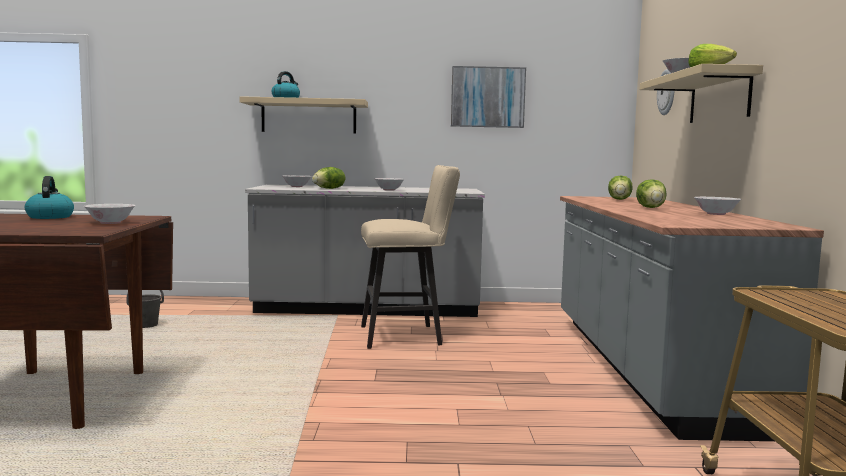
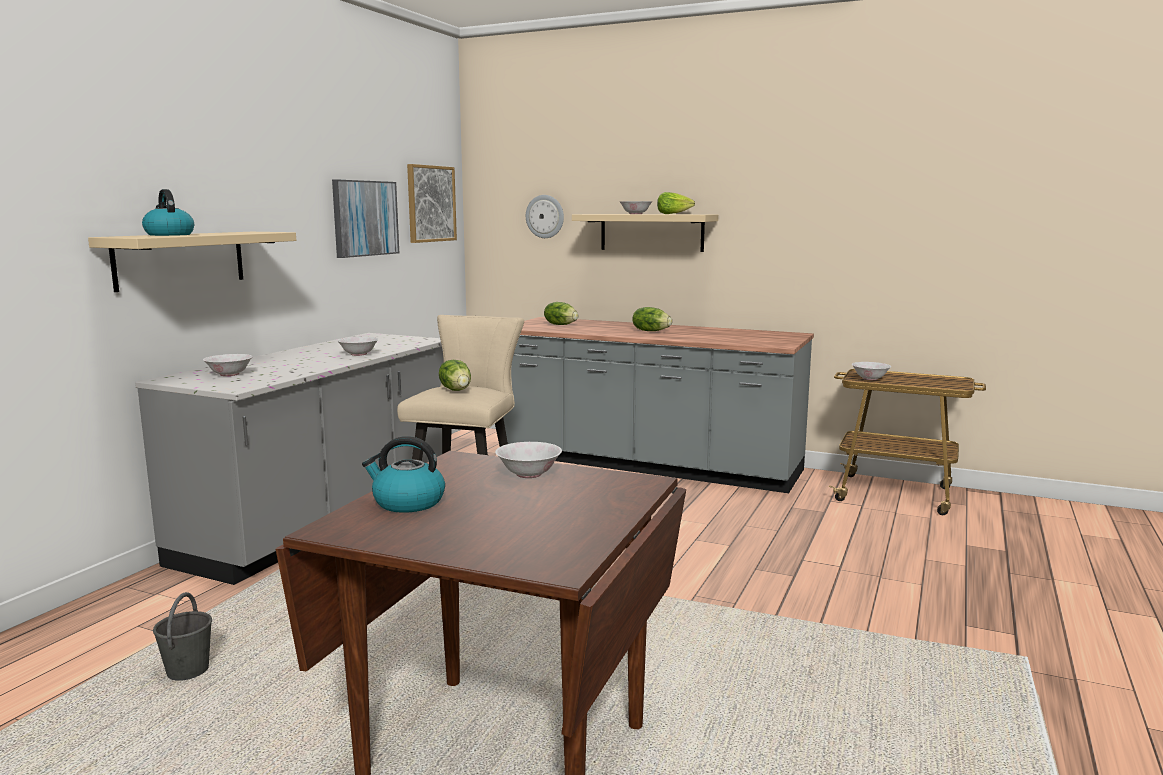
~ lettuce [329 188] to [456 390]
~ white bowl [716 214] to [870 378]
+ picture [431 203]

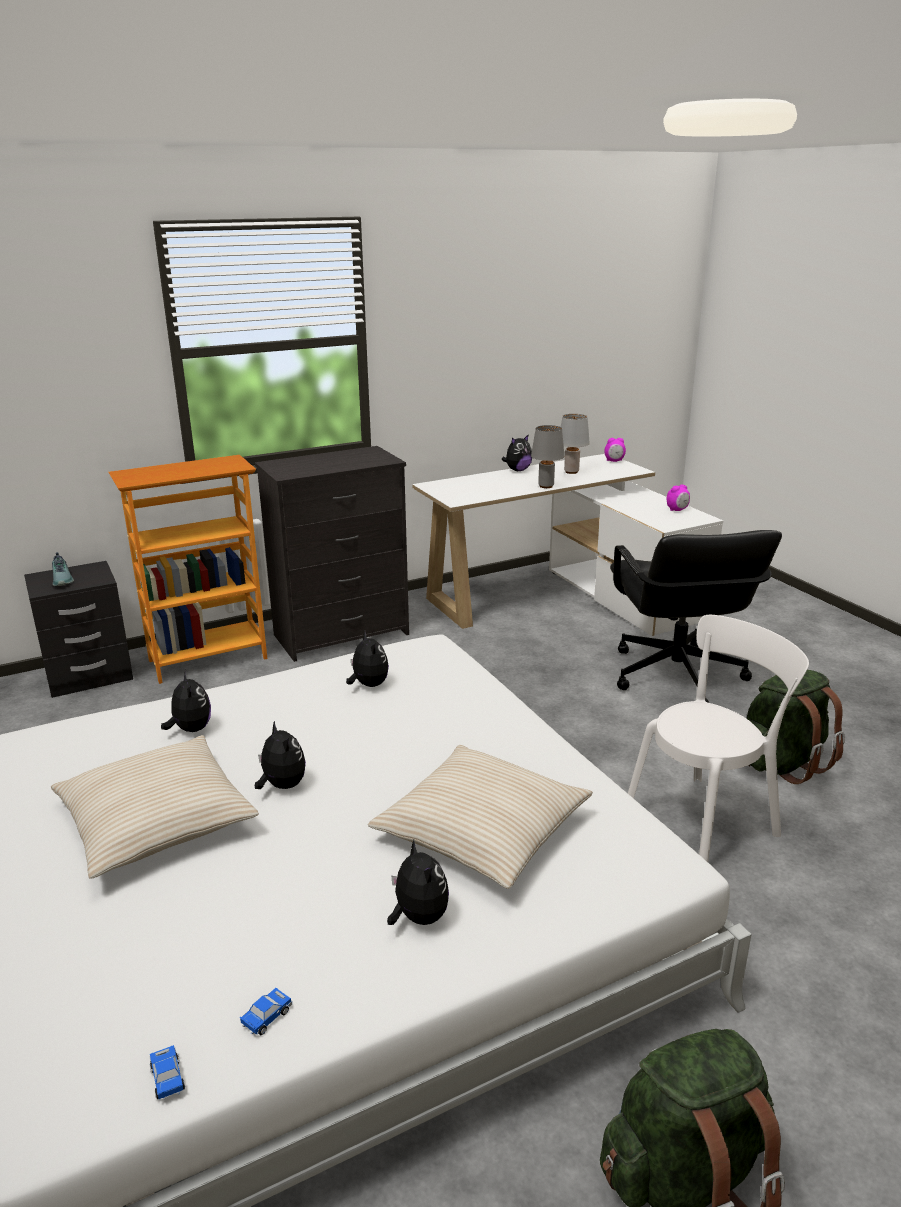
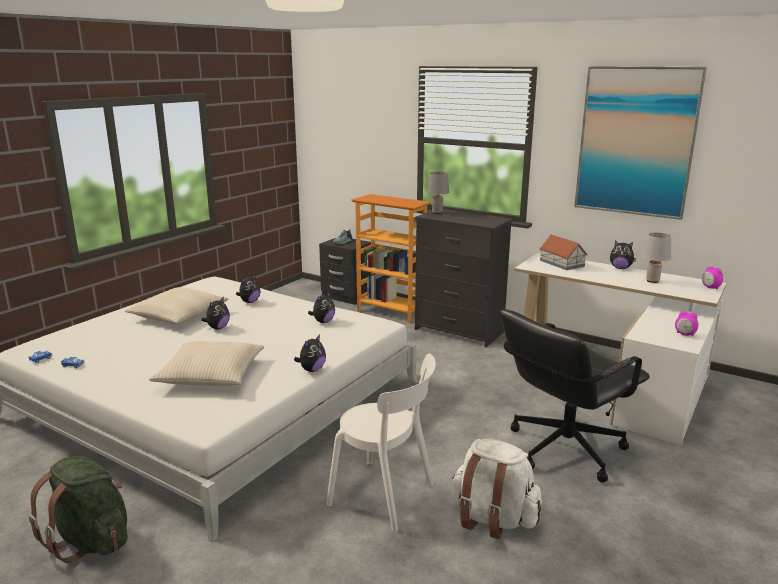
~ plush toy [418 917] to [312 370]
~ grey table lamp [545 486] to [437 212]
~ green backpack [781 763] to white backpack [492 519]
+ toy house [561 263]
+ picture [635 142]

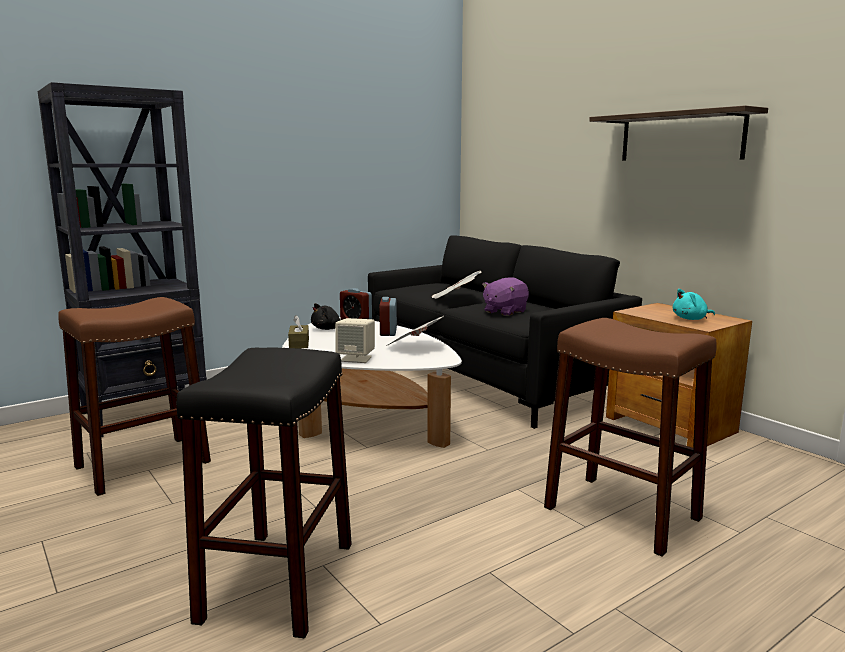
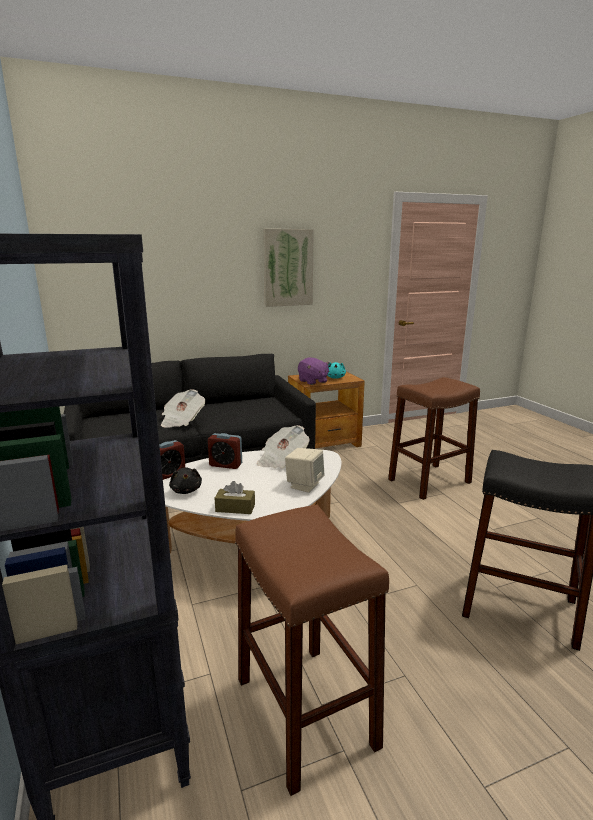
~ purple plush toy [504 312] to [312 381]
~ shelf [681 137] to picture [288 268]

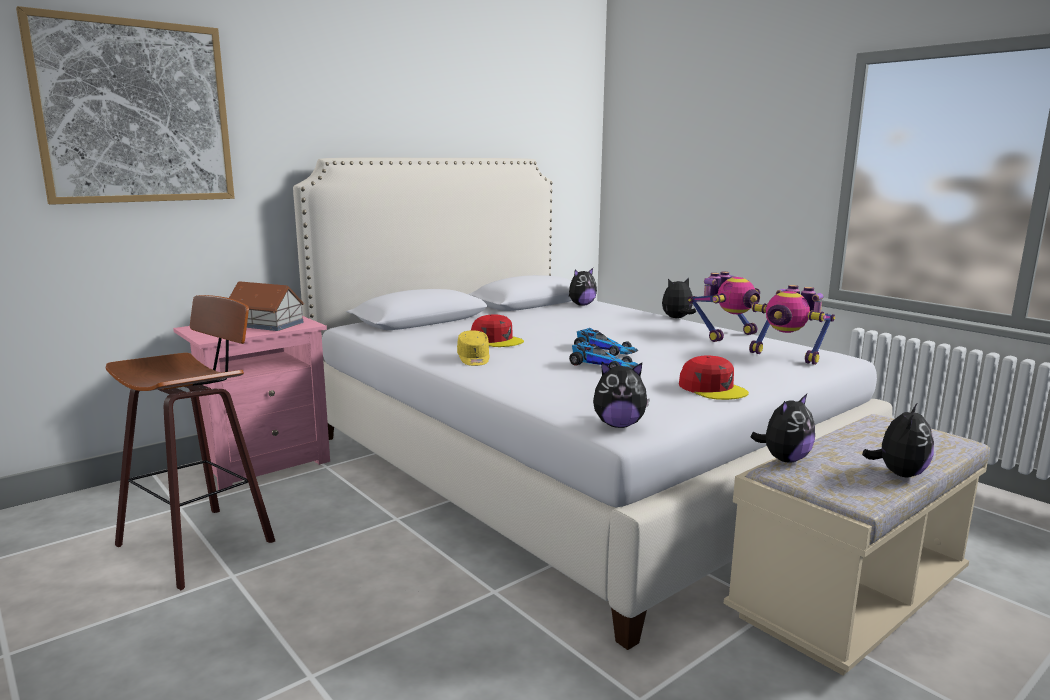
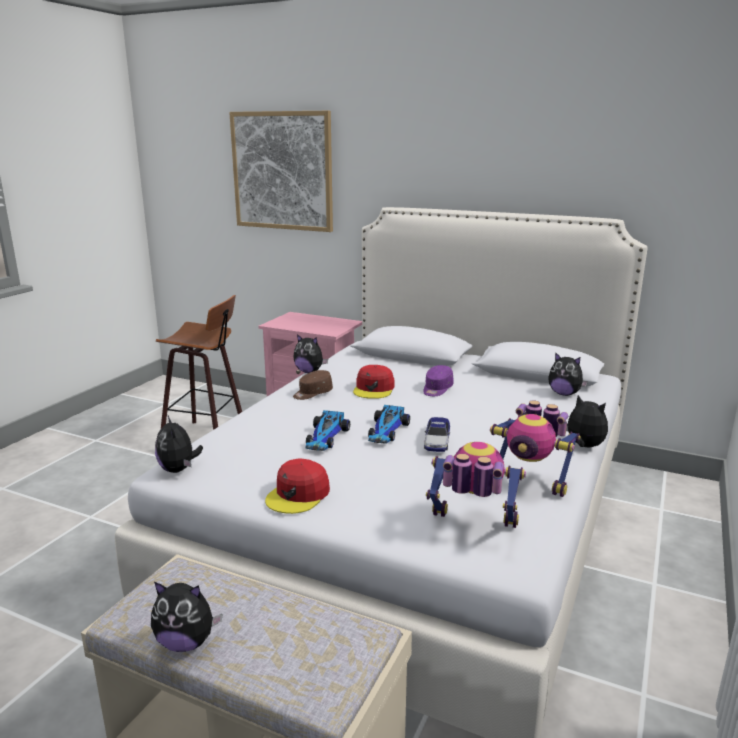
- toy house [266 324]
~ yellow cap [474 359] to brown cap [312 393]
~ toy robot [786 356] = [472 526] 90 degrees clockwise
~ plush toy [784 459] to [309 371]
+ purple cap [437 389]
+ toy car [437 440]

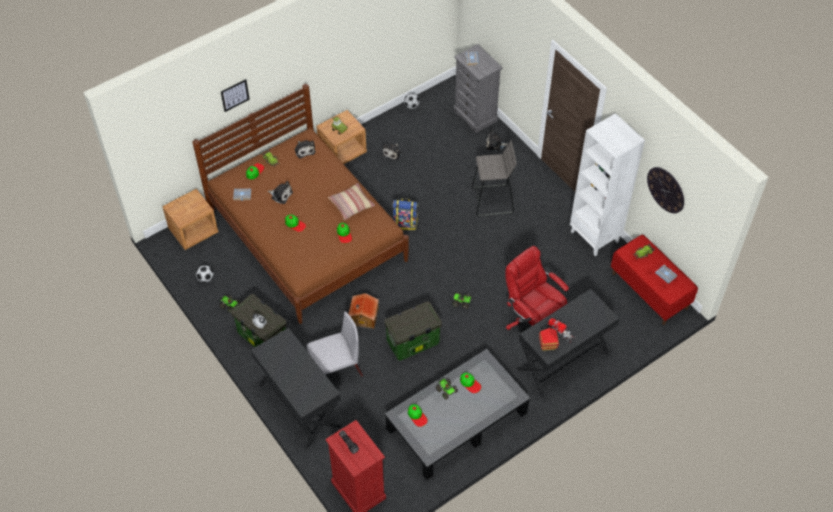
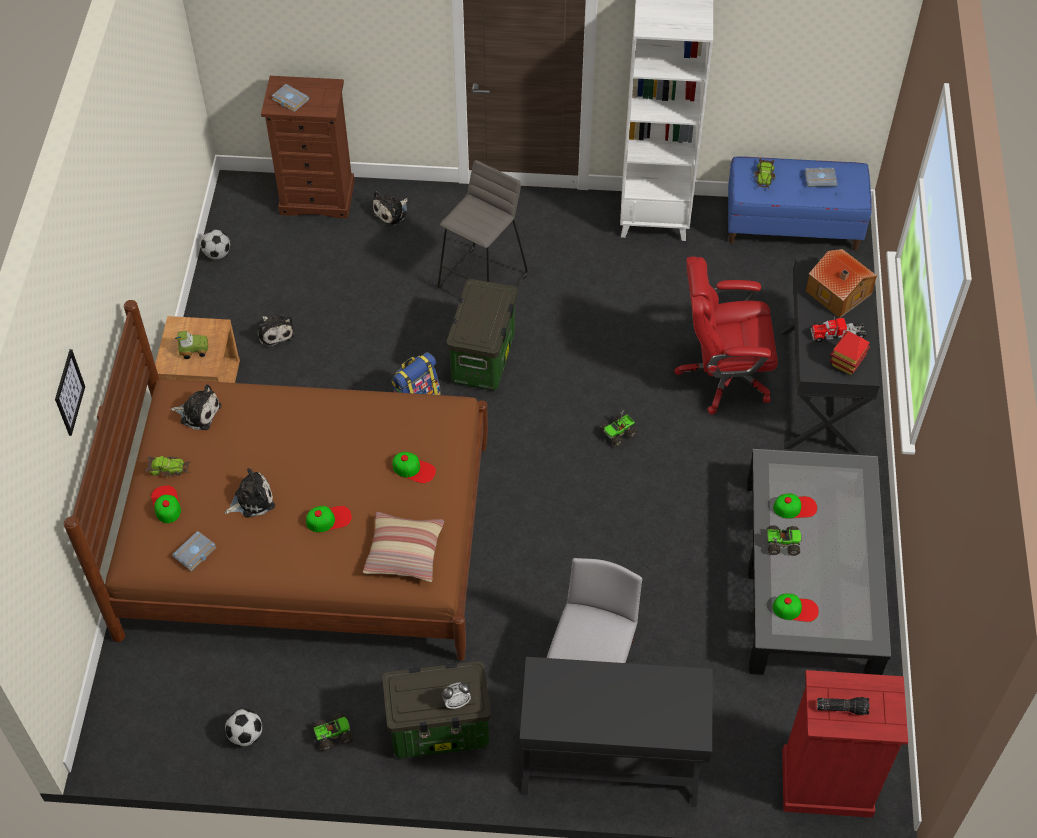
- brown nightstand [194 231]
~ pillow [351 204] to [404 552]
~ toy house [363 317] to [838 294]
~ storage box [412 343] to [484 359]
~ grey dresser [475 115] to brown dresser [317 197]
~ red bench [650 290] to blue bench [792 226]
- wall clock [666 189]

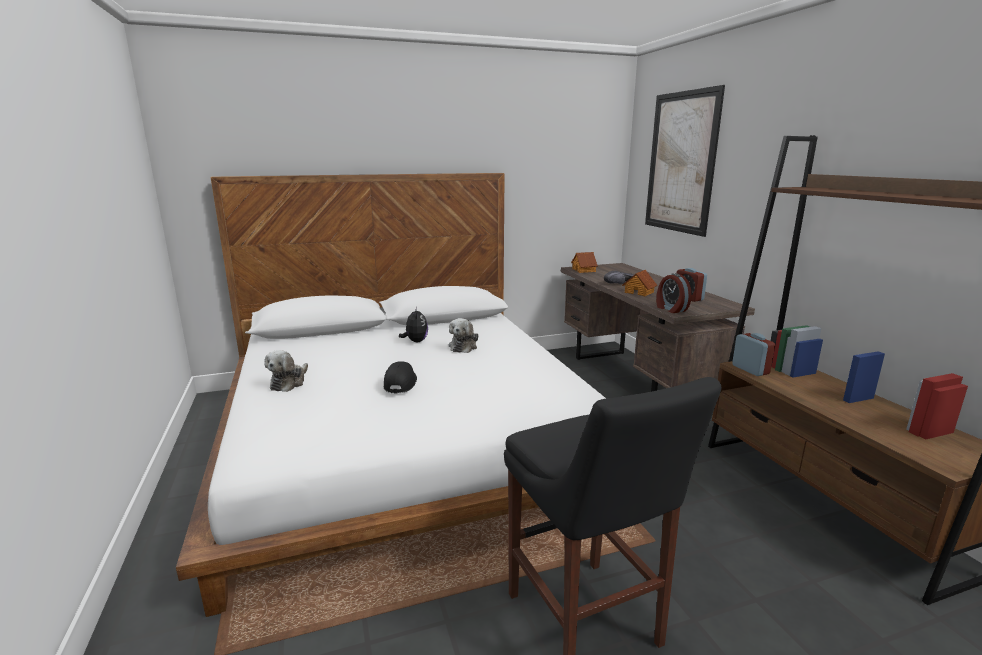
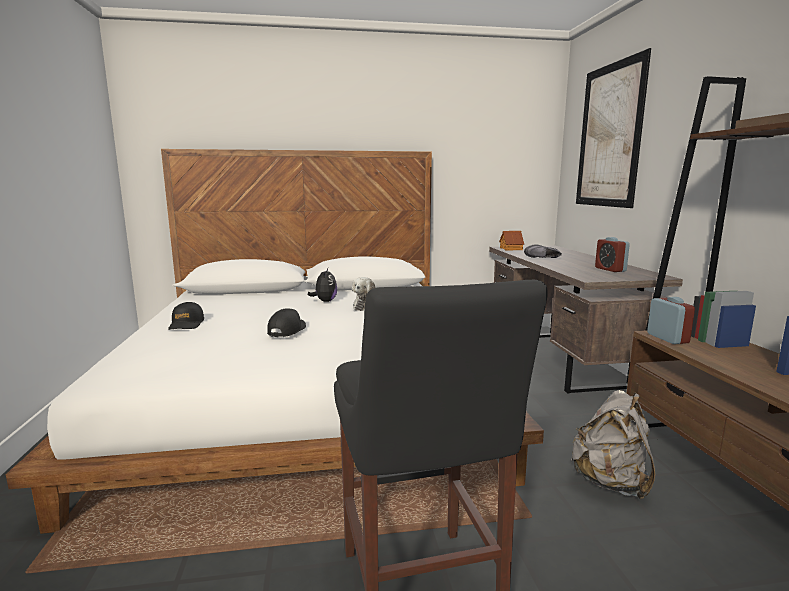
~ plush toy [289 382] to black cap [186 324]
- toy house [639 292]
- alarm clock [671 309]
+ grey backpack [610 482]

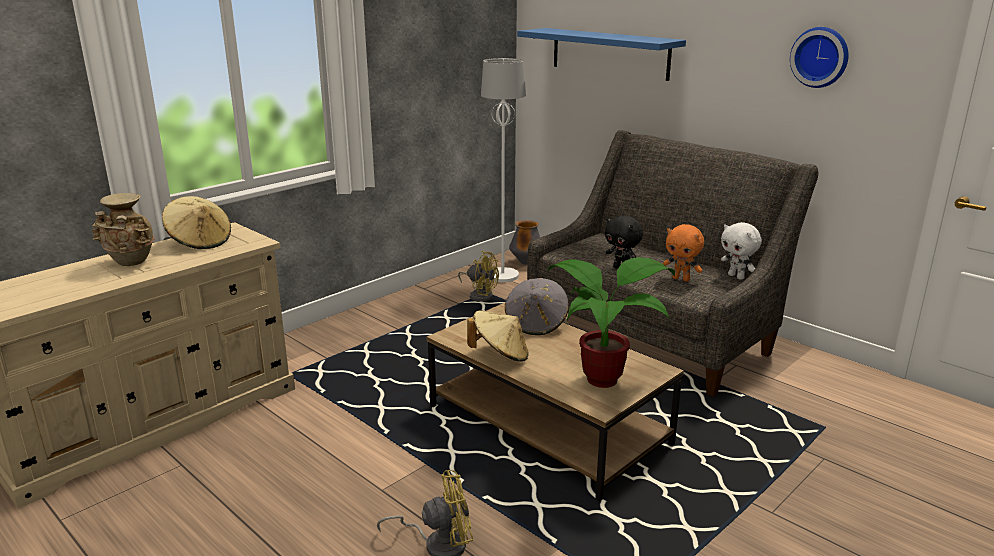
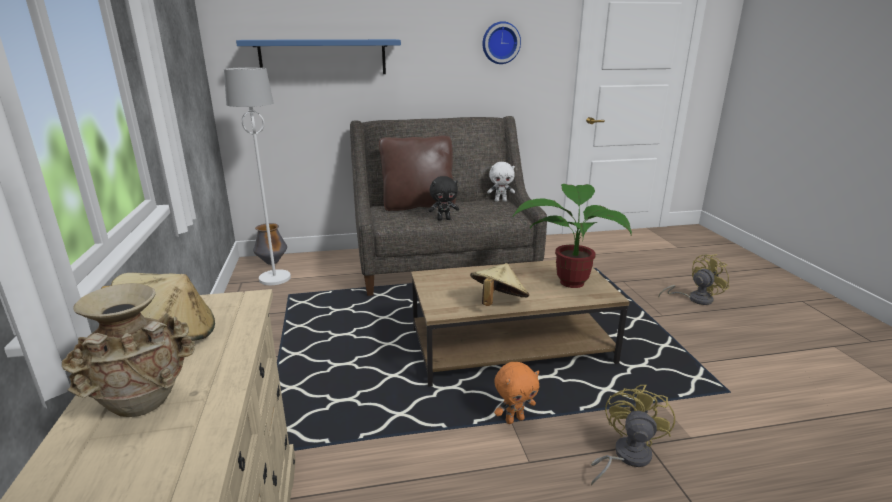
~ yellow fan [480 295] to [694 299]
- grey hat [536 324]
~ orange plush toy [681 279] to [514 419]
+ brown pillow [418 205]

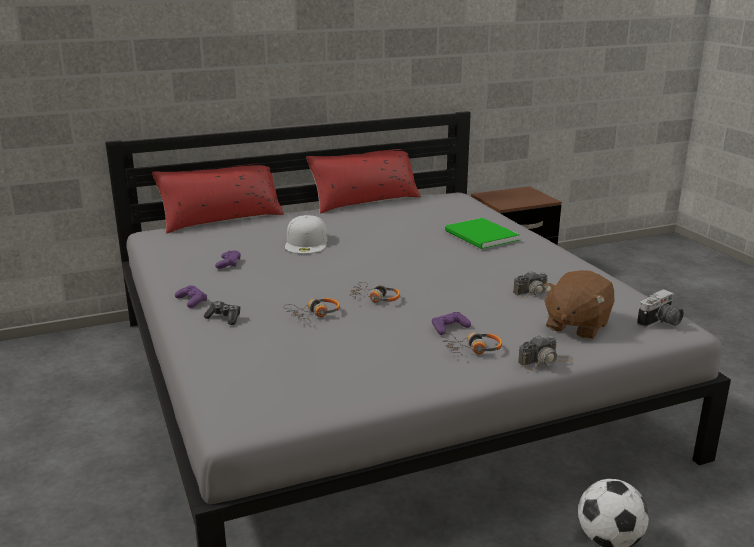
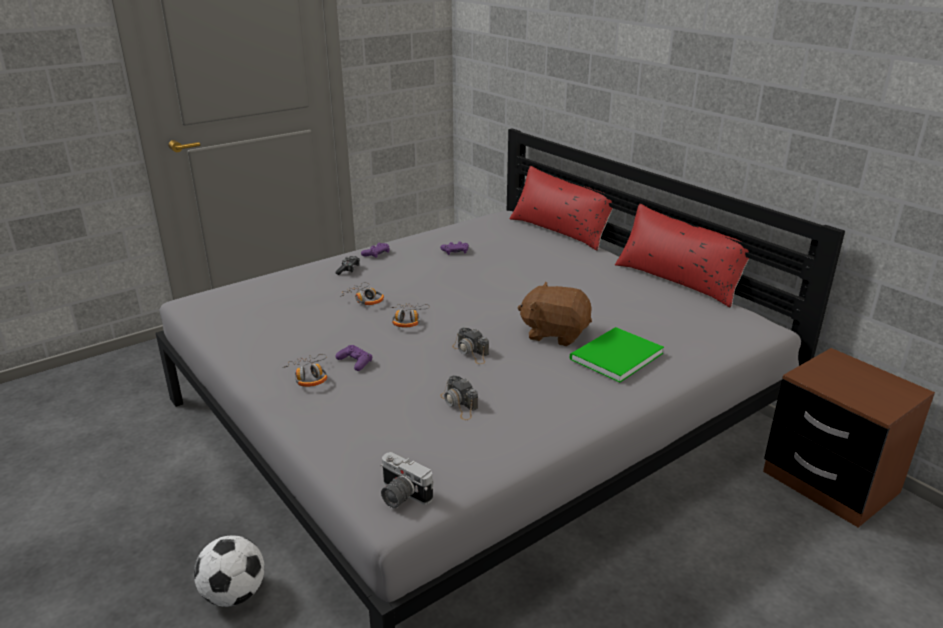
- white cap [307 243]
~ photo camera [544 361] to [471 352]
~ brown plush toy [576 326] to [555 333]

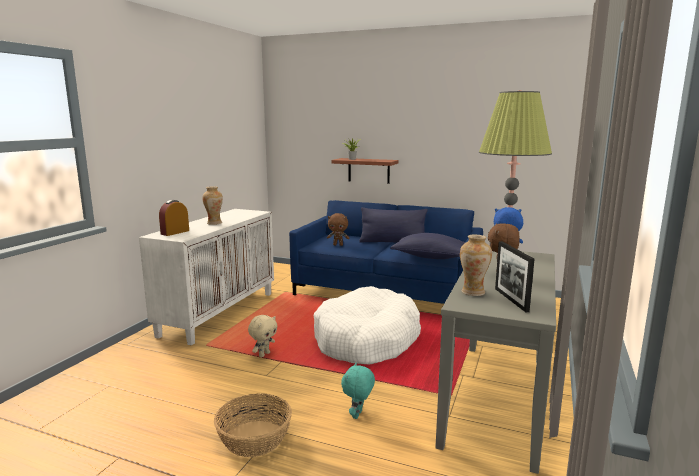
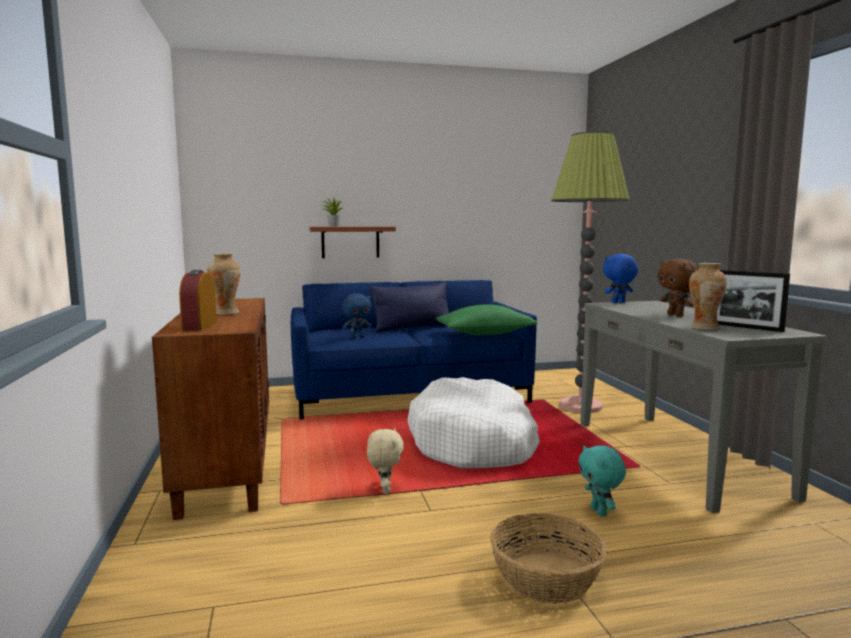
~ white cabinet [219 313] to brown cabinet [227 463]
~ brown plush toy [338 245] to blue plush toy [357 337]
~ blue pillow [431 257] to green pillow [485 334]

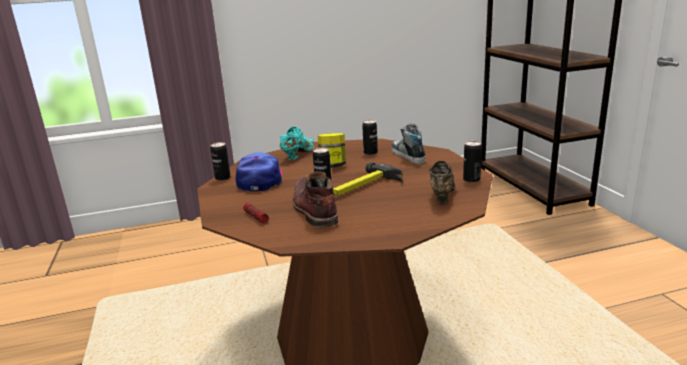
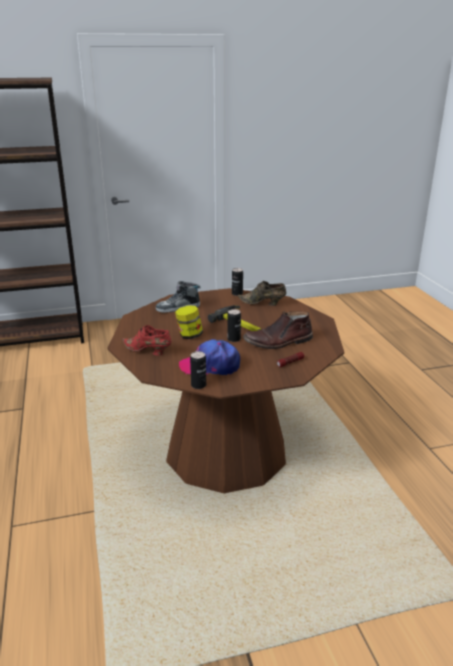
~ turquoise shoe [297 155] to red shoe [148 351]
- can [370 153]

